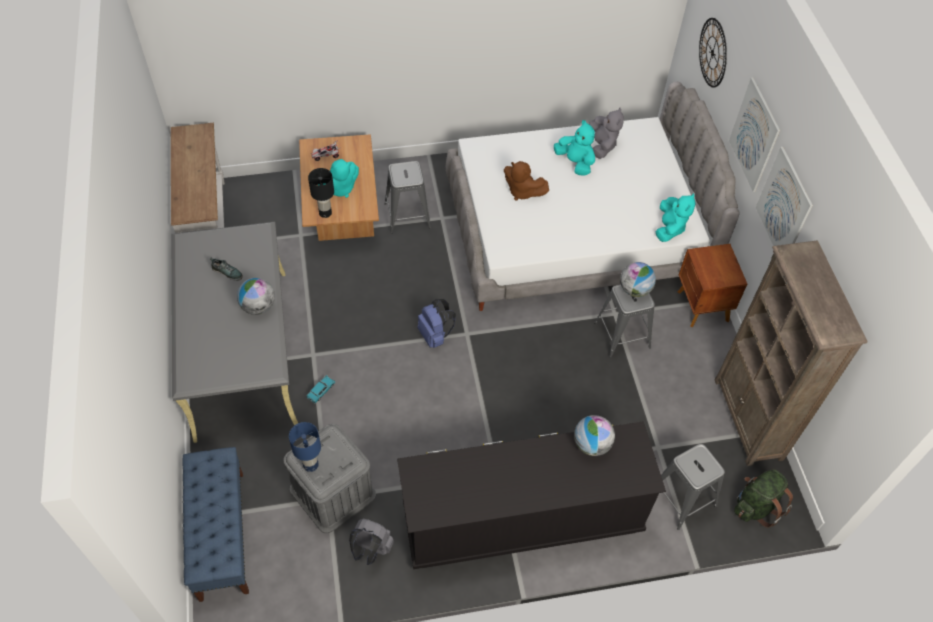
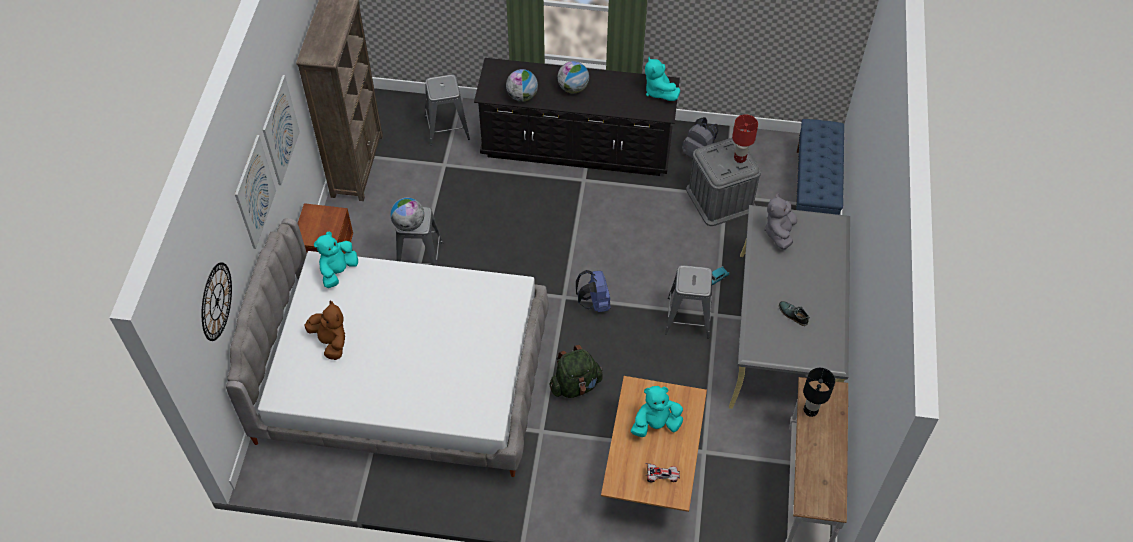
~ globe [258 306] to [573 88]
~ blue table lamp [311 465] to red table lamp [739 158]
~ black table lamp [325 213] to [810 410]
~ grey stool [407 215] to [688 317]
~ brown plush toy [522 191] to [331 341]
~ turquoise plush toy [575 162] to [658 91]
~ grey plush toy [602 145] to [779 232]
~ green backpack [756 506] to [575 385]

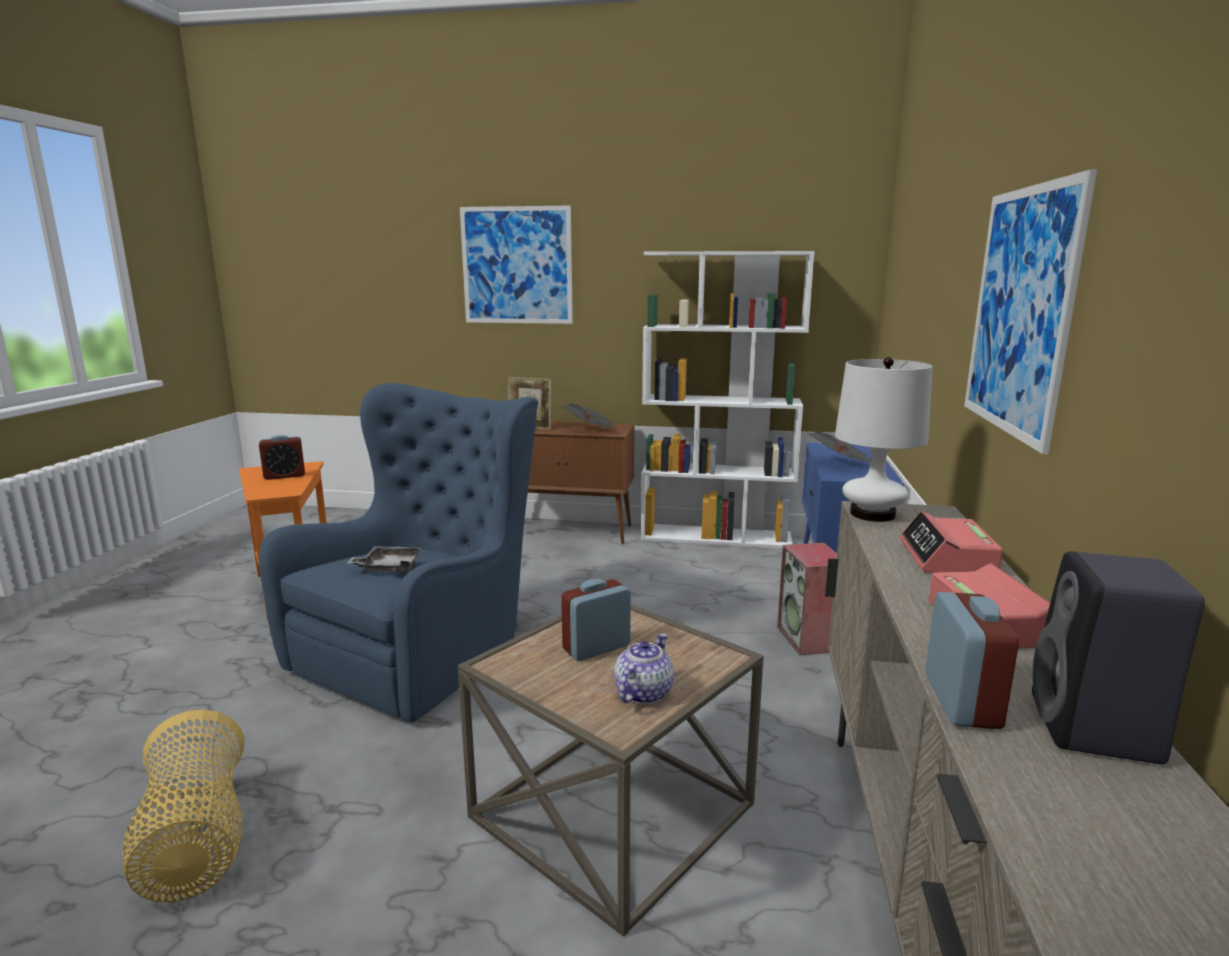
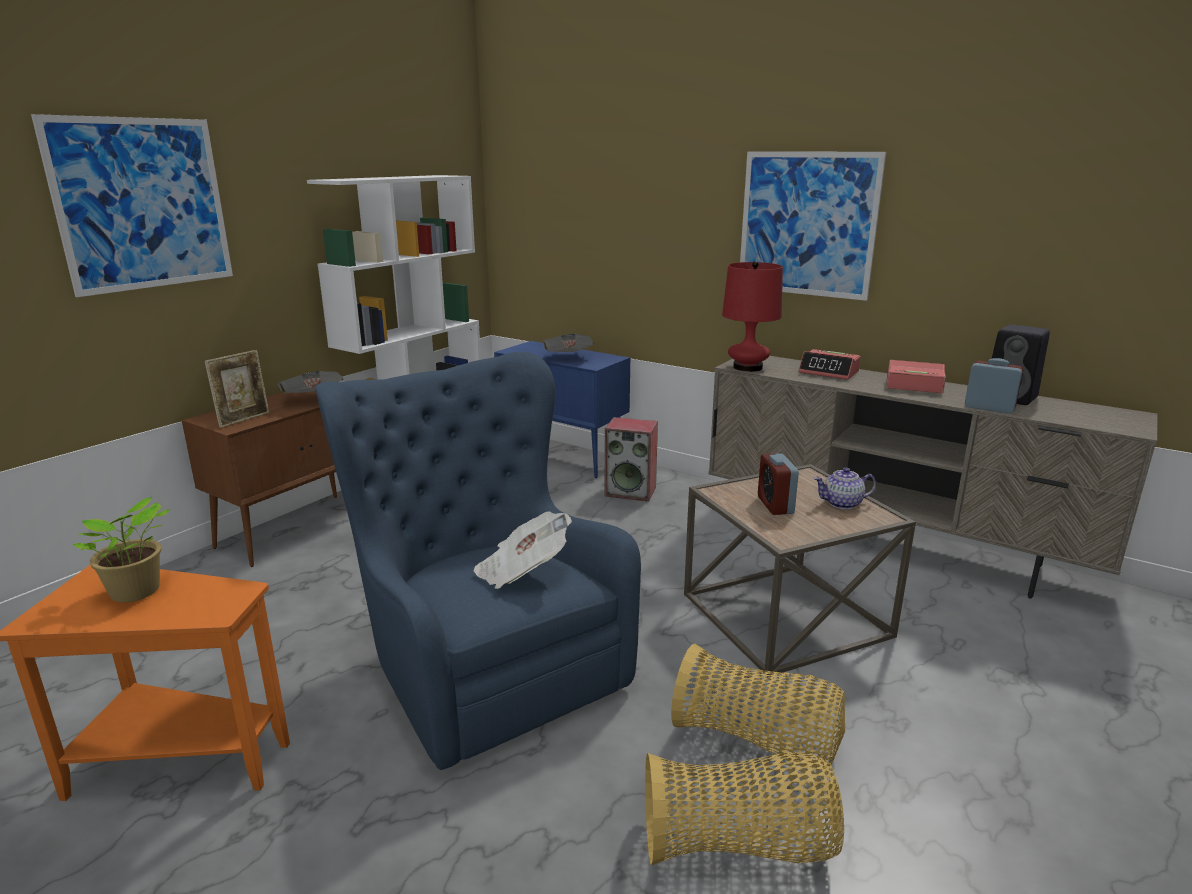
~ alarm clock [284 476] to potted plant [136 593]
~ grey tray [389 567] to newspaper [522 571]
~ teapot [642 693] = [843 503] 60 degrees counterclockwise
~ white table lamp [872 514] to red table lamp [747 367]
+ basket [757 741]

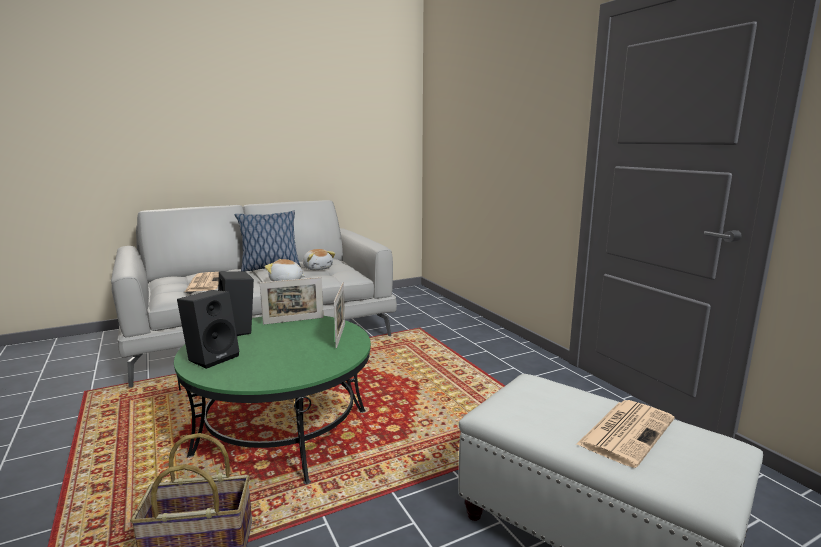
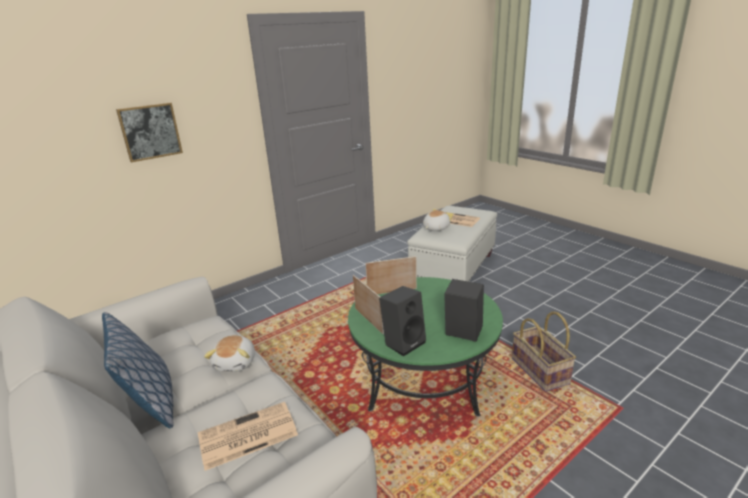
~ plush toy [318 268] to [435 228]
+ picture [150 131]

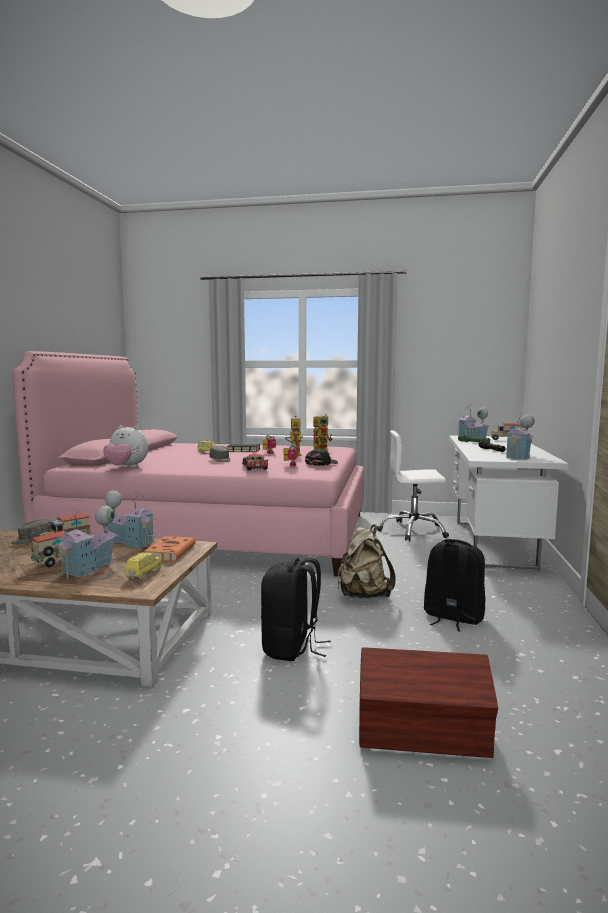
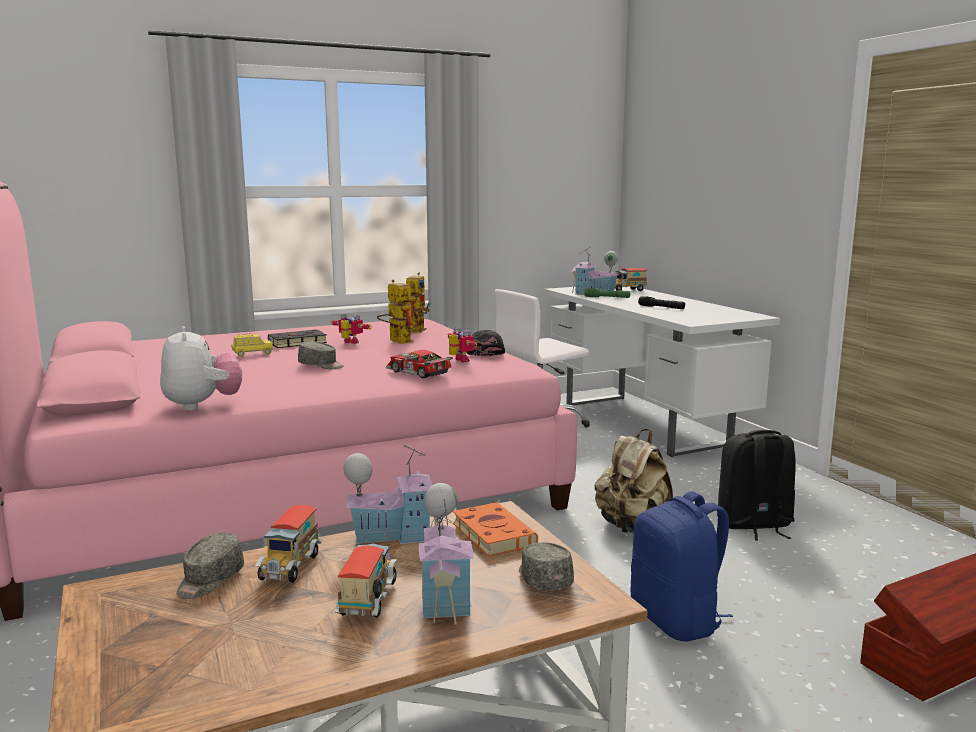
~ plush toy [126 468] = [202 405] 90 degrees counterclockwise
~ yellow toy car [144 574] to grey cap [543 578]
~ black backpack [291 648] to blue backpack [677 620]
- toy house [520 457]

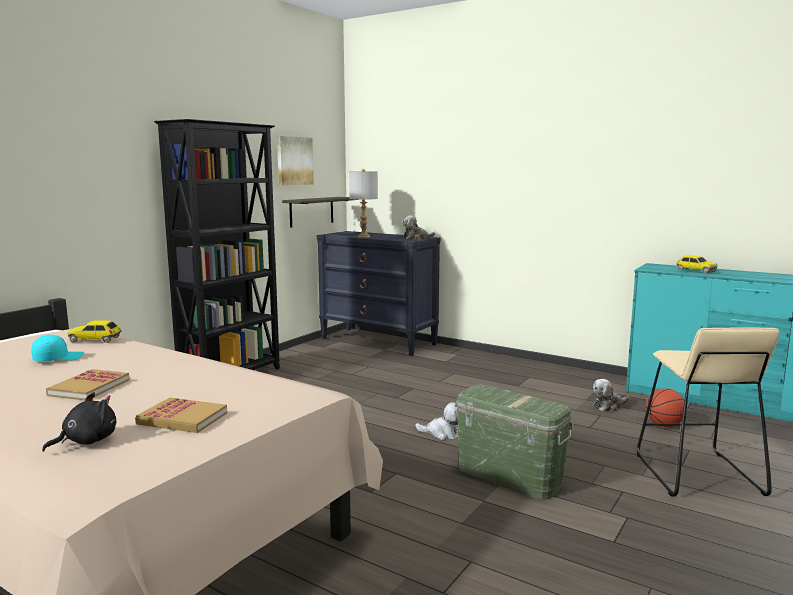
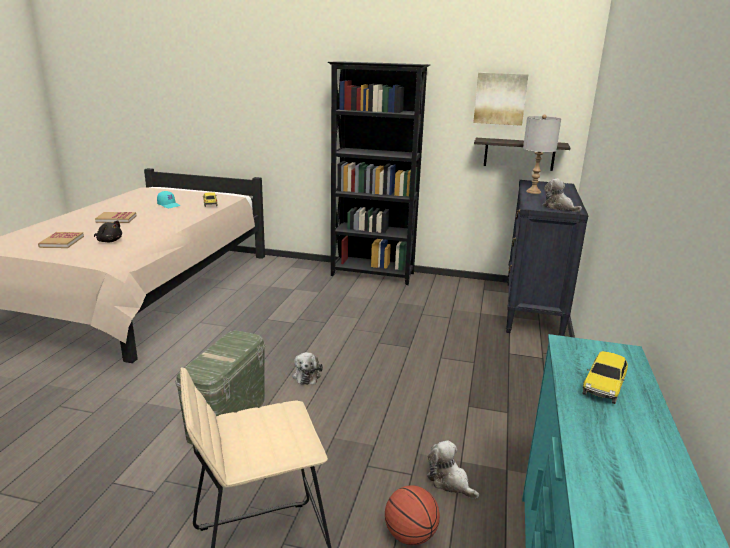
~ black plush toy [86 441] to [109 241]

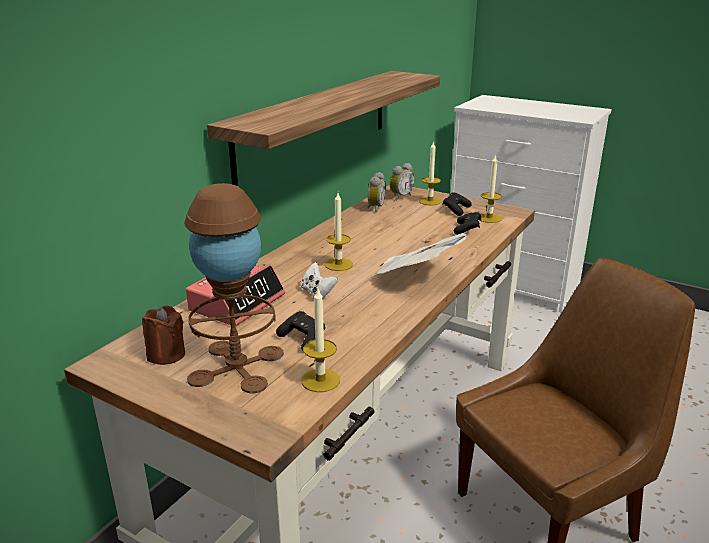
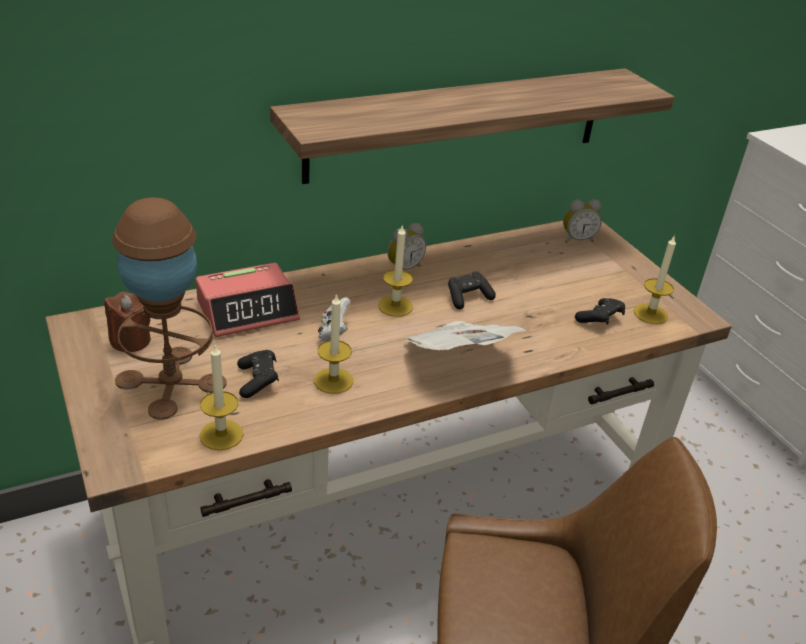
~ alarm clock [374 208] to [403 268]
~ candle [430 201] to [333 380]
~ black game controller [456 210] to [468 297]

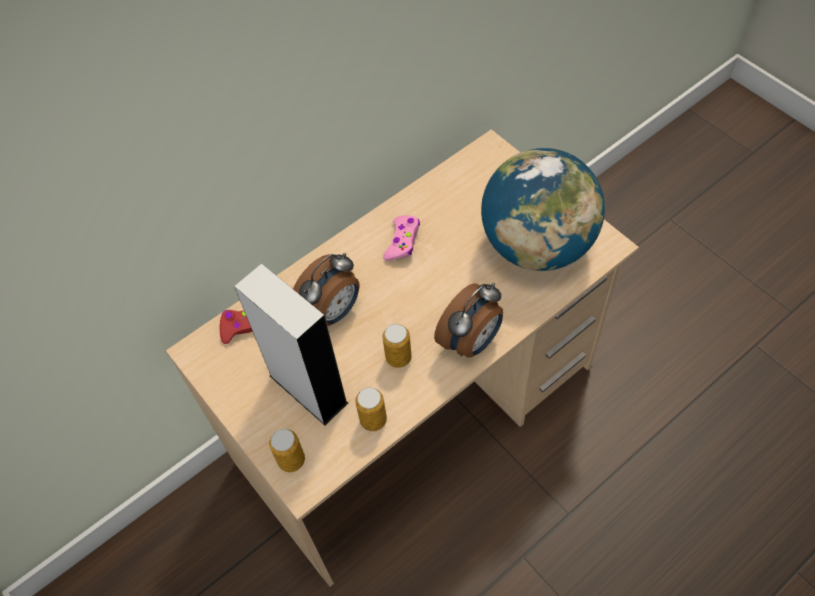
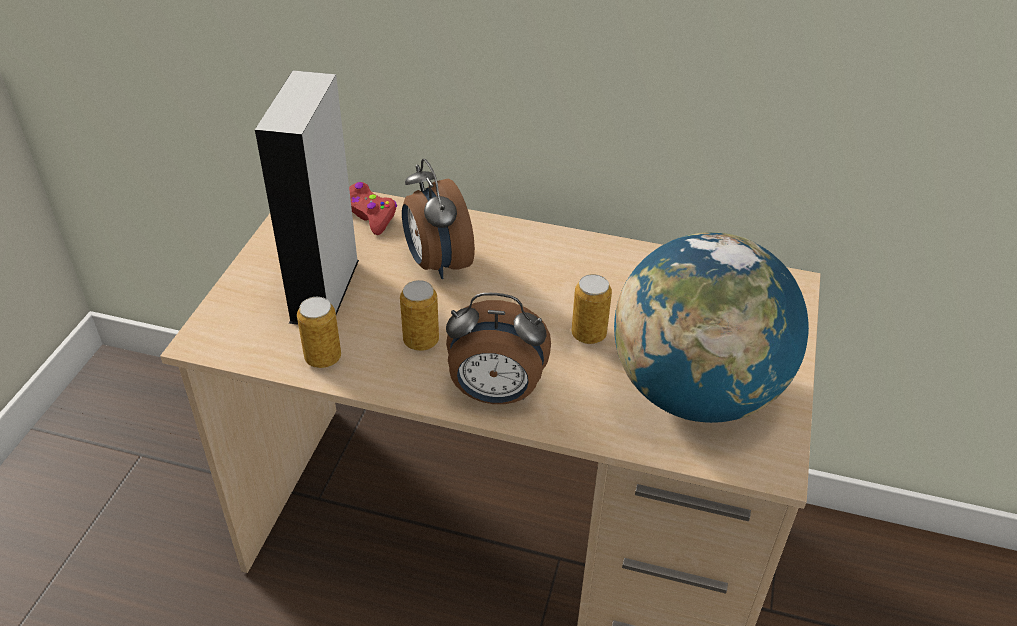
~ can [291 460] to [588 334]
~ alarm clock [332 312] = [436 263] 60 degrees clockwise
- pink game controller [402 241]

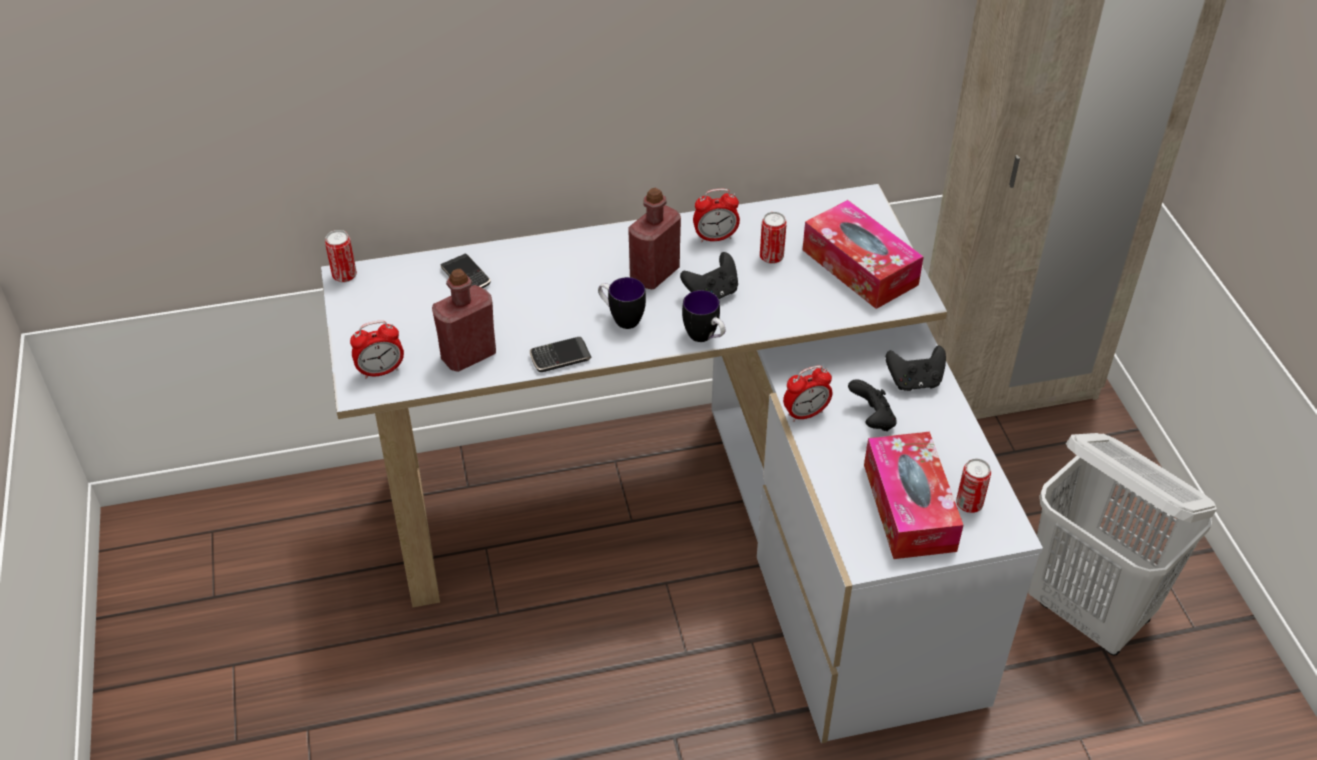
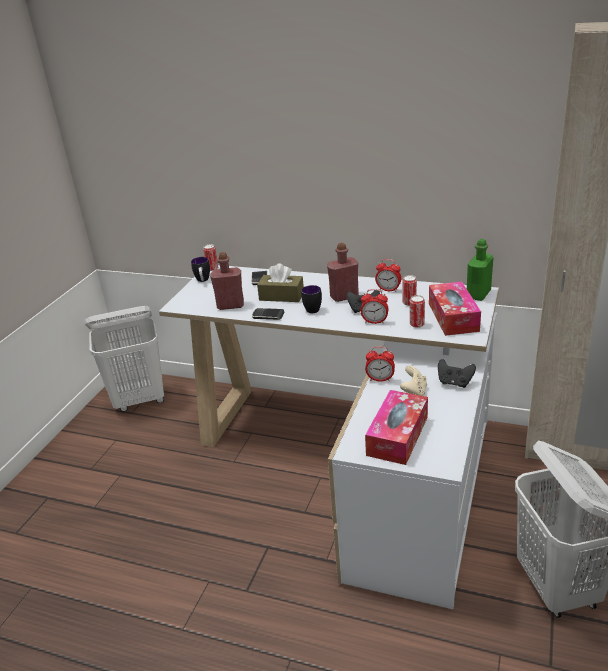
~ alarm clock [381 371] to [374 322]
~ mug [705 338] to [203 281]
~ black game controller [872 420] to beige game controller [414 392]
~ can [969 504] to [417 324]
+ white laundry basket [140 400]
+ brown tissue box [281 296]
+ green bottle [478 294]

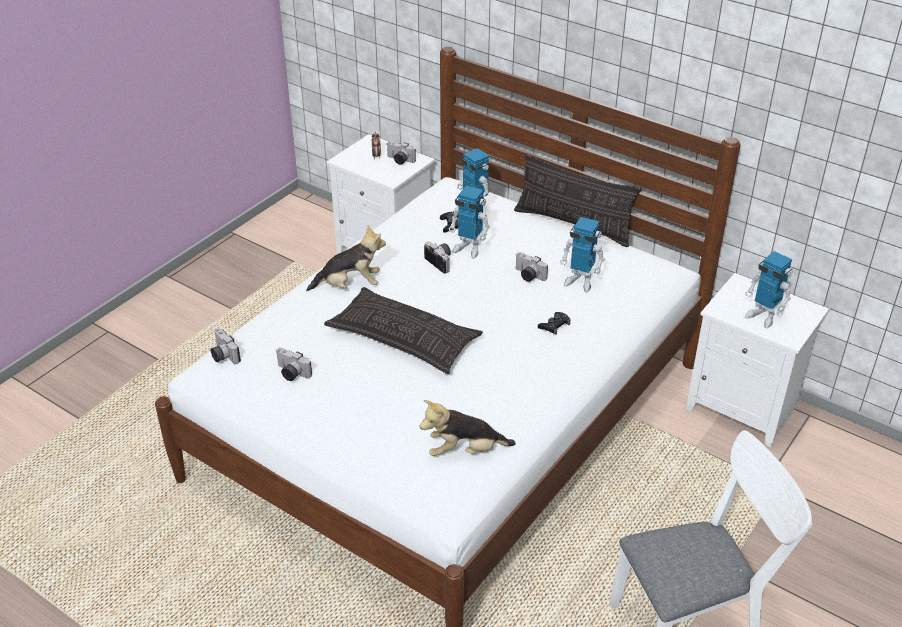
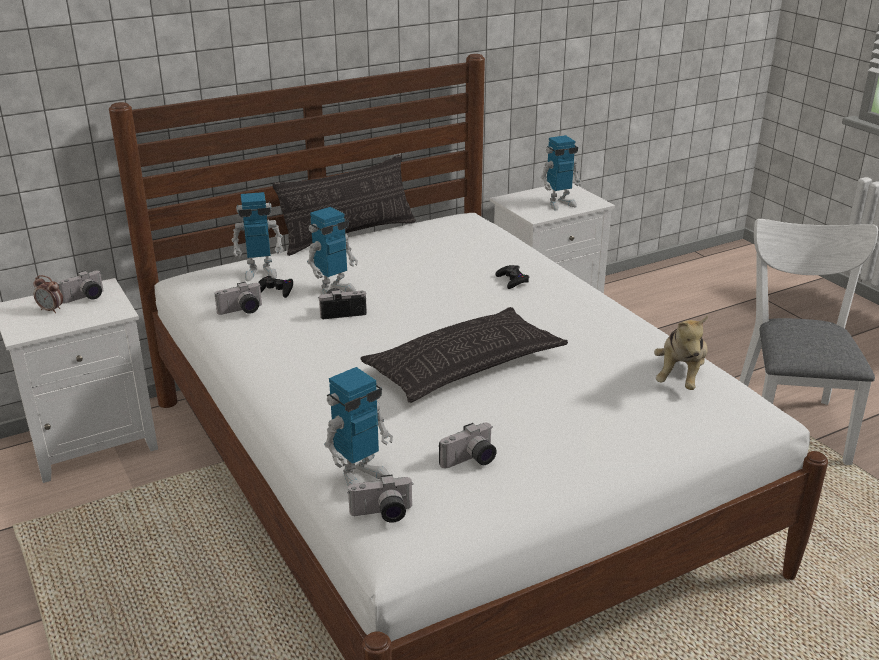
- plush toy [350 285]
~ photo camera [528 276] to [241 311]
~ toy robot [580 281] to [360 476]

